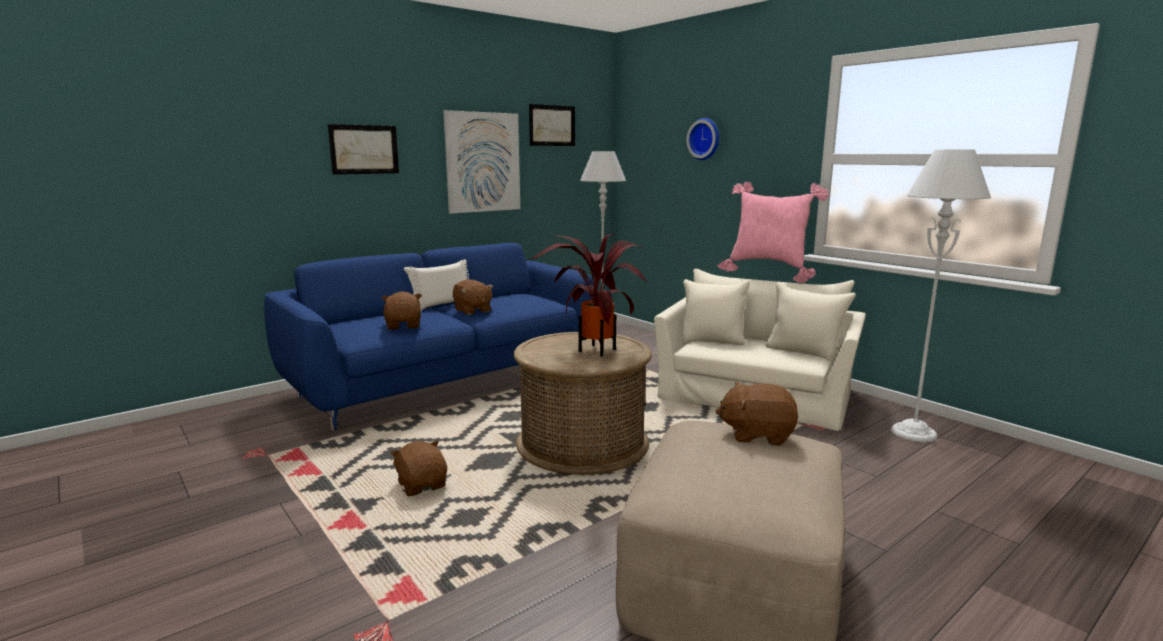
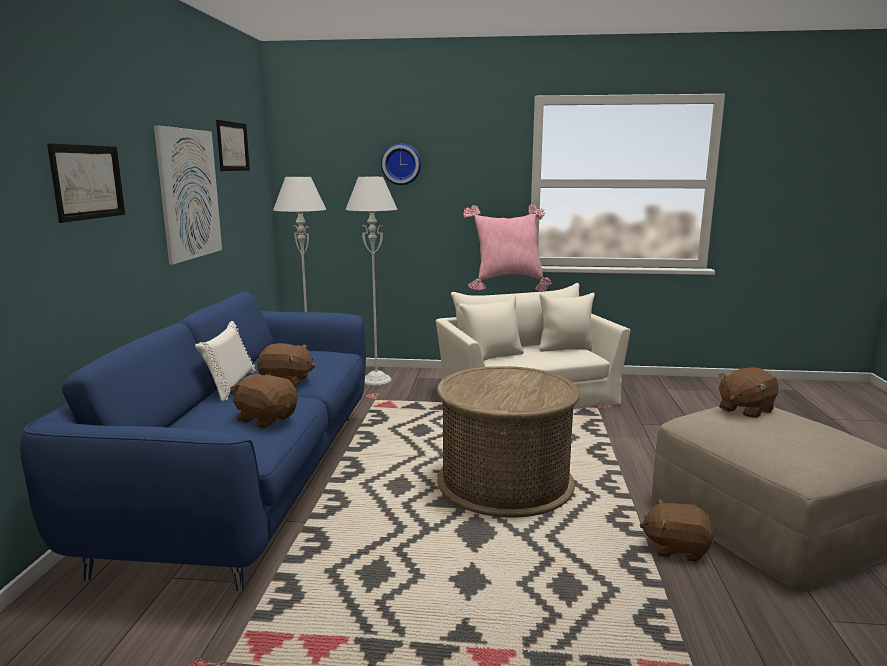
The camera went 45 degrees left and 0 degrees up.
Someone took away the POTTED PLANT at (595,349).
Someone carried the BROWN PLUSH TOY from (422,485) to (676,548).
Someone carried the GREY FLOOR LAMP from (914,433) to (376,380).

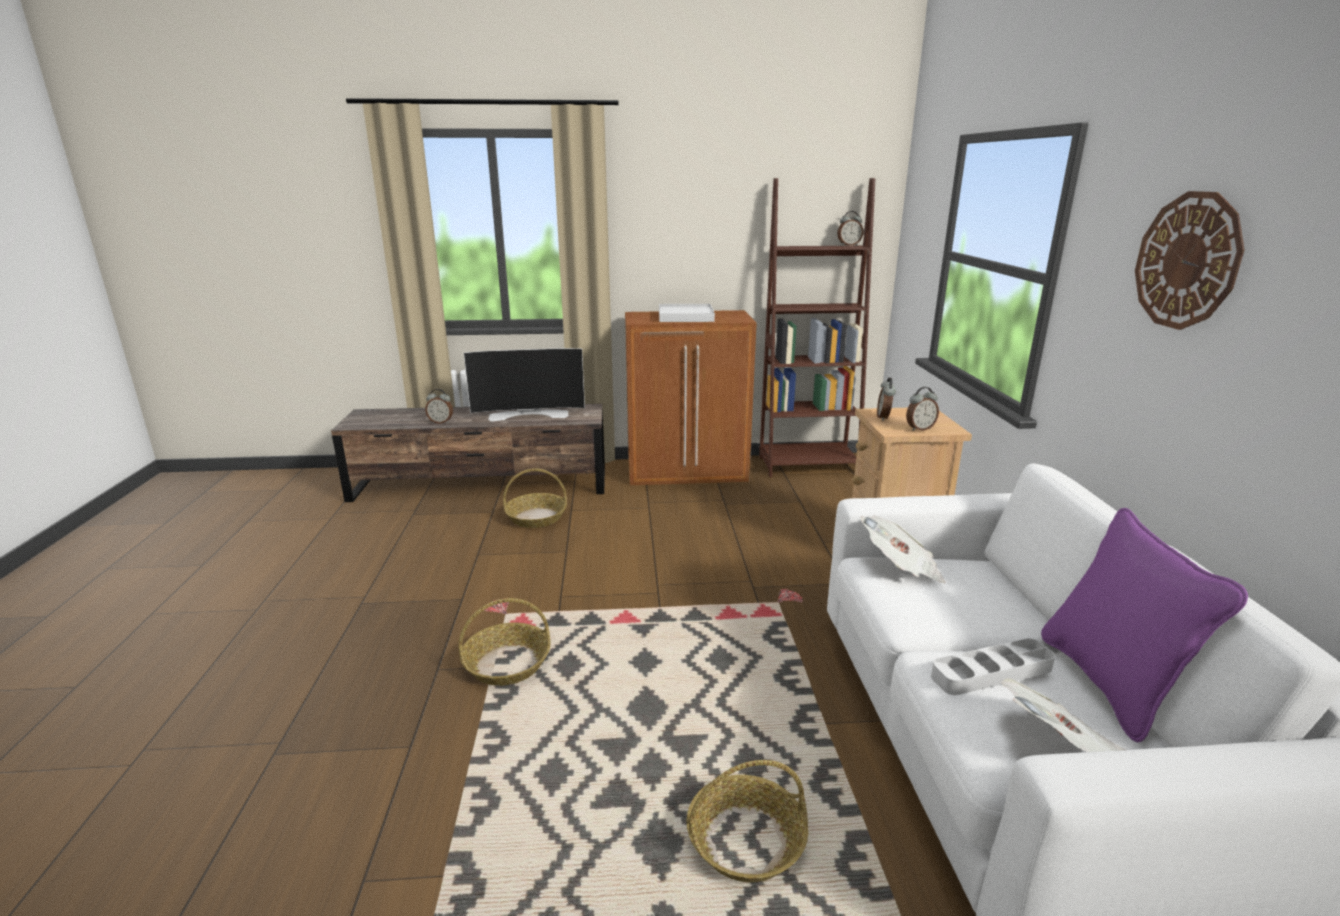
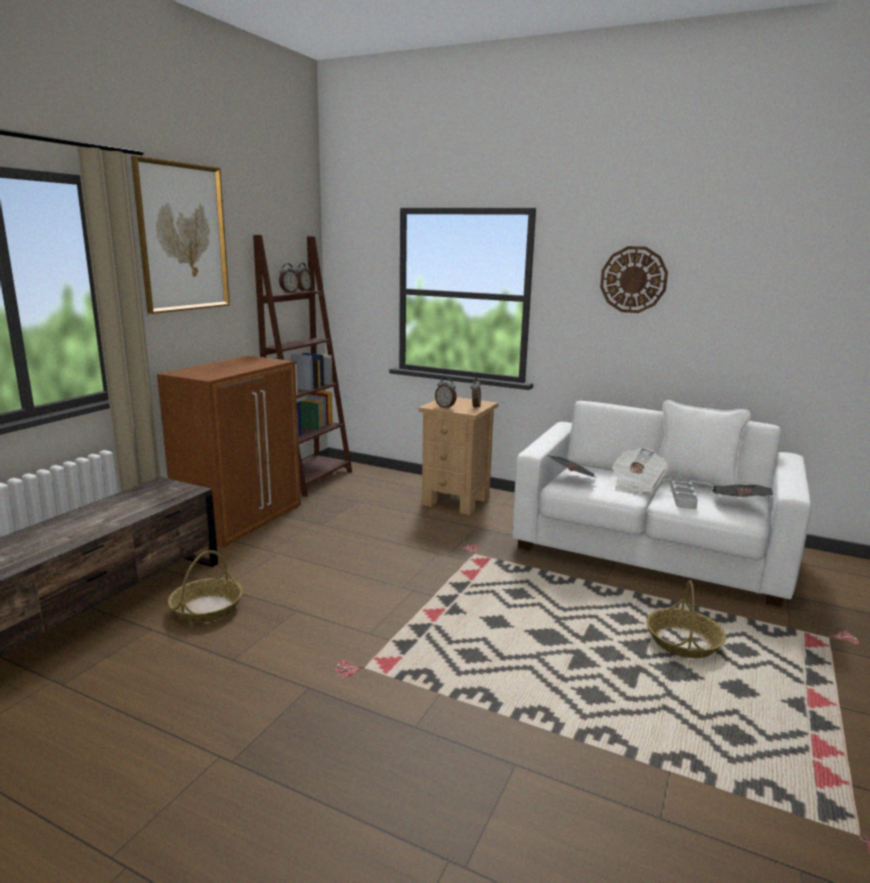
The camera went 60 degrees left and 5 degrees down.
Someone took away the BASKET at (507,663).
Someone took away the TELEVISION at (529,414).
Someone took away the WHITE TRAY at (685,316).
Someone put up the PICTURE at (182,238).
Someone put down the NEWSPAPER at (635,485).
Someone carried the ALARM CLOCK from (441,422) to (289,292).
Someone repainted the PURPLE PILLOW at (1109,683), which became the WHITE PILLOW at (694,483).

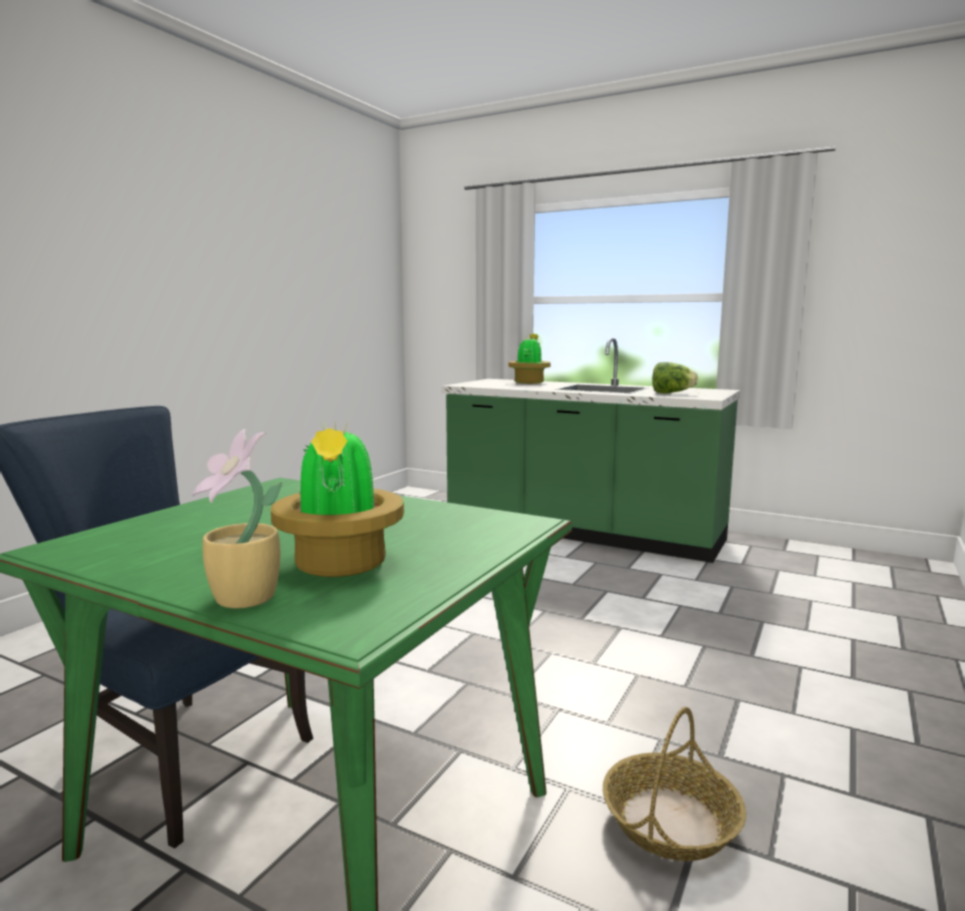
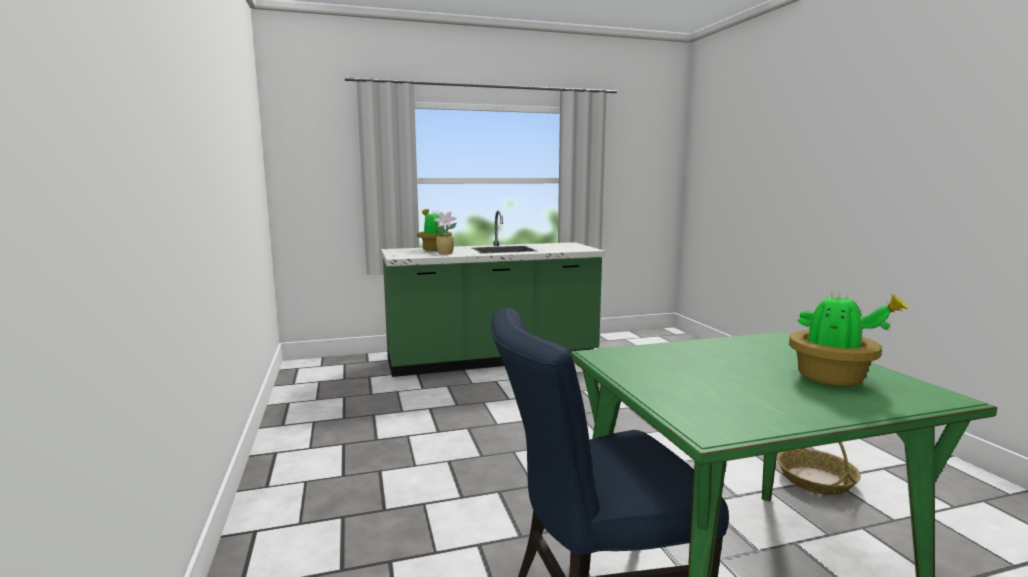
The camera went 45 degrees left and 0 degrees up.
Someone took away the LETTUCE at (671,393).
Someone carried the POTTED PLANT from (245,600) to (446,253).

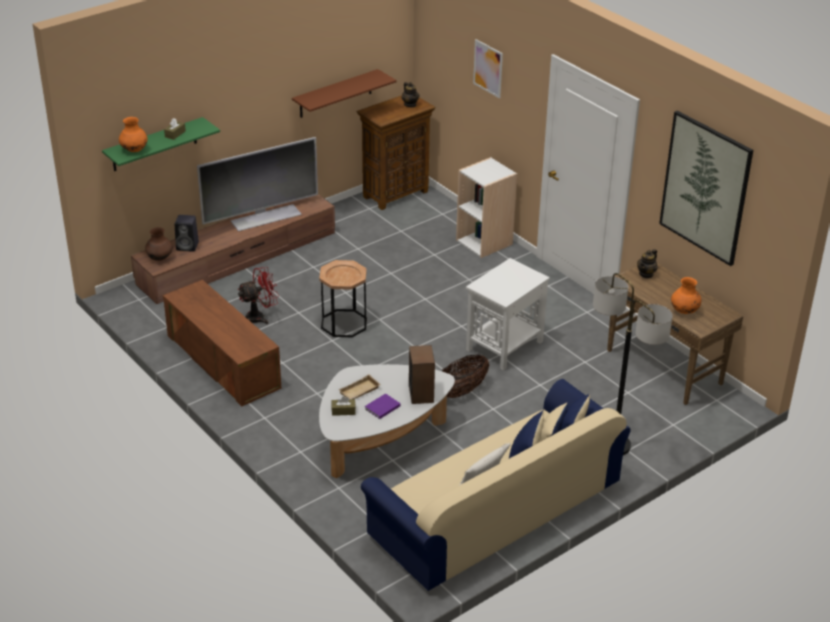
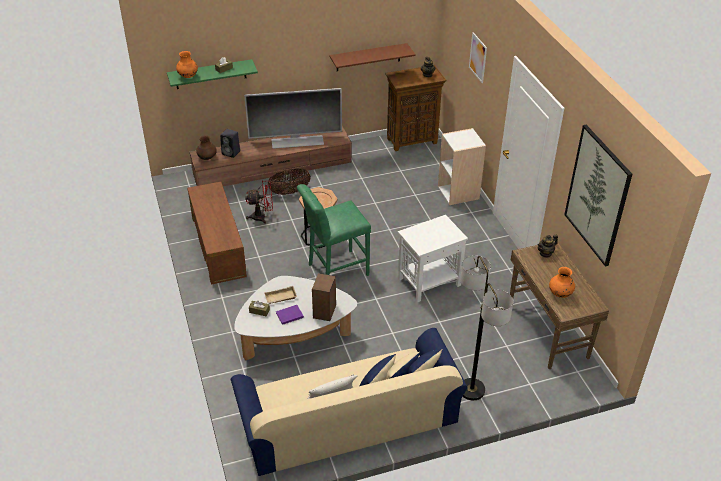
The camera went 20 degrees right and 5 degrees up.
Someone put down the GREEN STOOL at (334,270).
Someone carried the BASKET from (462,391) to (289,191).

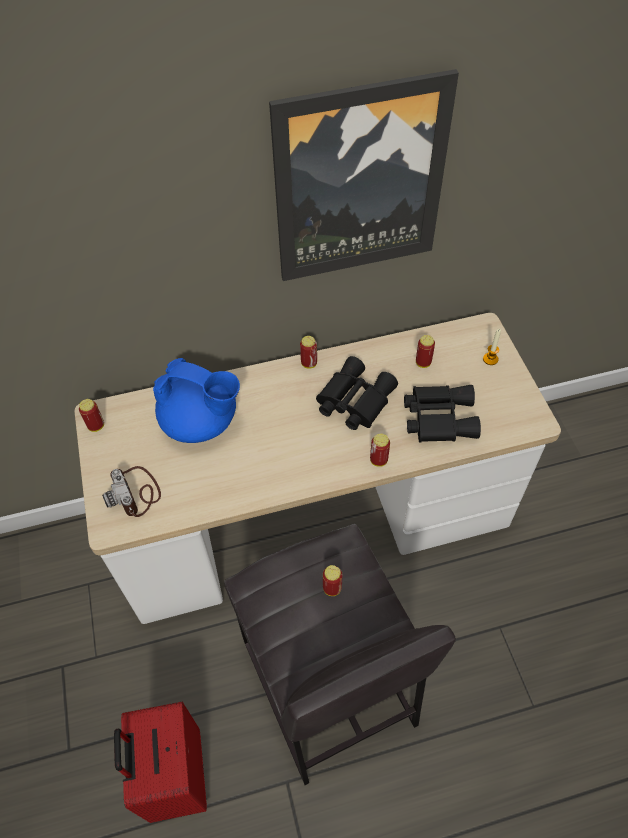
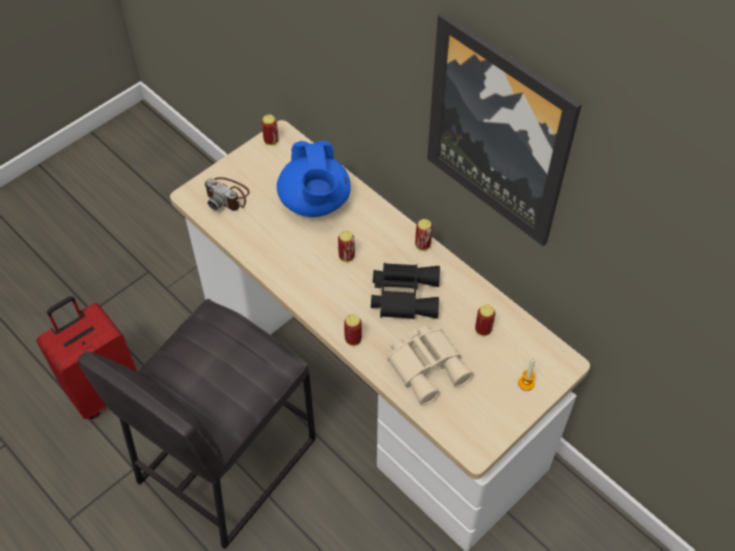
The camera went 60 degrees right and 0 degrees up.
Someone carried the CAN from (332,588) to (346,256).
Someone repainted the BLACK BINOCULARS at (438,417), which became the BEIGE BINOCULARS at (428,366).
Someone rotated the PHOTO CAMERA at (136,493) by 90 degrees counterclockwise.

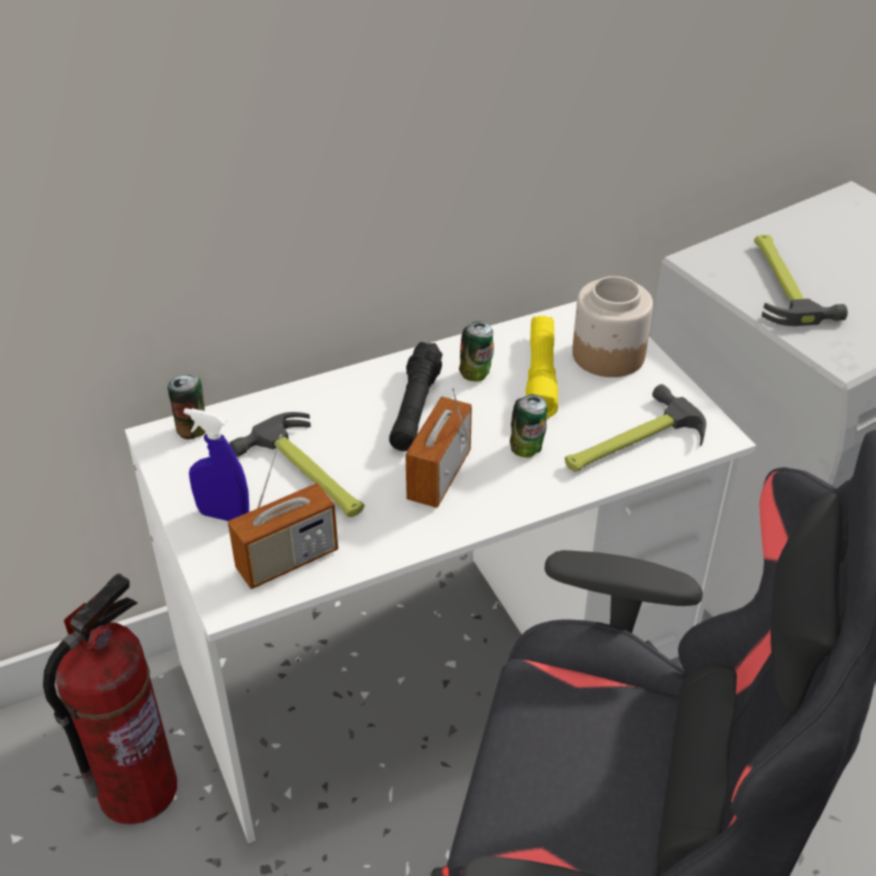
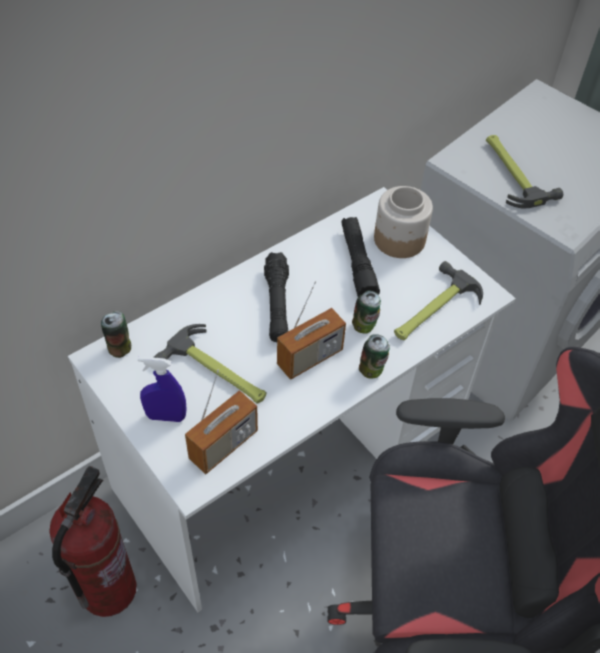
The camera went 15 degrees left and 10 degrees up.
Someone carried the CAN from (476,374) to (372,370).
Someone repainted the YELLOW FLASHLIGHT at (541,375), which became the BLACK FLASHLIGHT at (357,263).
Someone rotated the RADIO at (439,475) by 135 degrees counterclockwise.

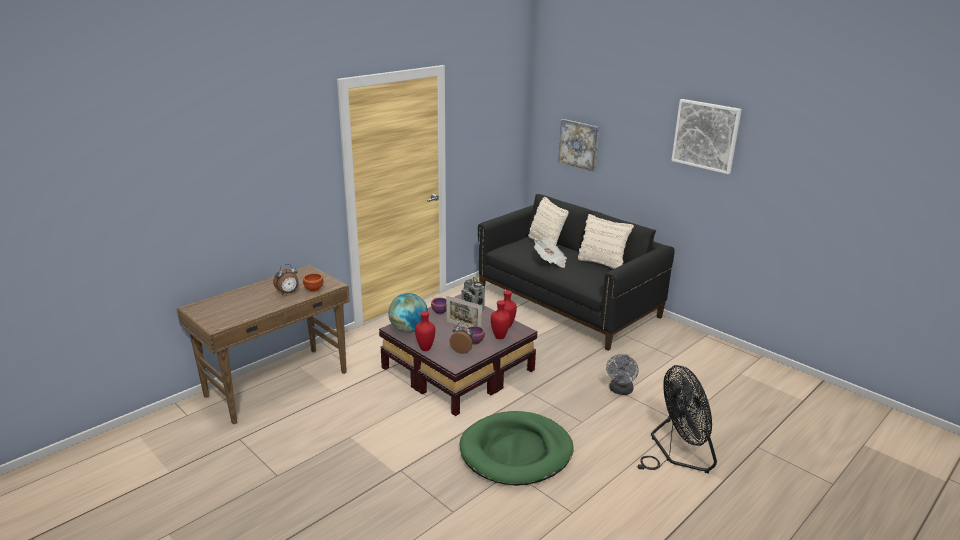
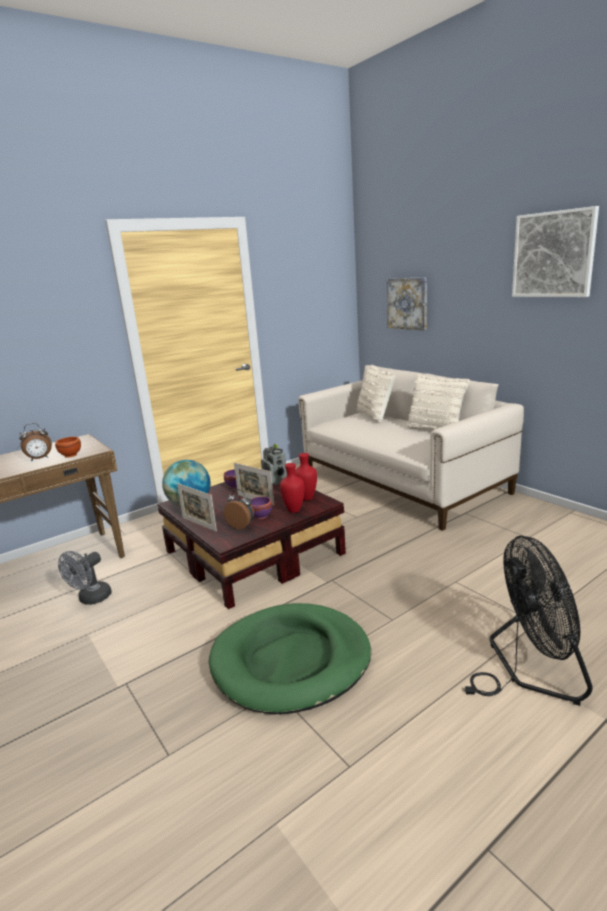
The camera went 10 degrees right and 5 degrees down.
Someone took away the NEWSPAPER at (550,262).
Someone carried the GREY FAN from (620,391) to (91,599).
Someone swapped the RED VASE at (426,349) for the PICTURE FRAME at (199,524).
Someone repainted the BLACK SOFA at (567,303), which became the BEIGE SOFA at (402,482).

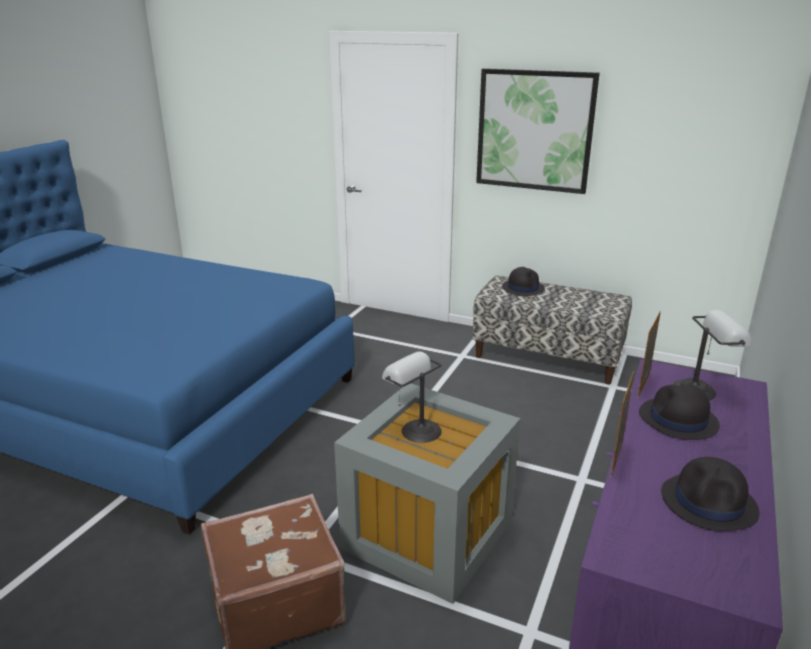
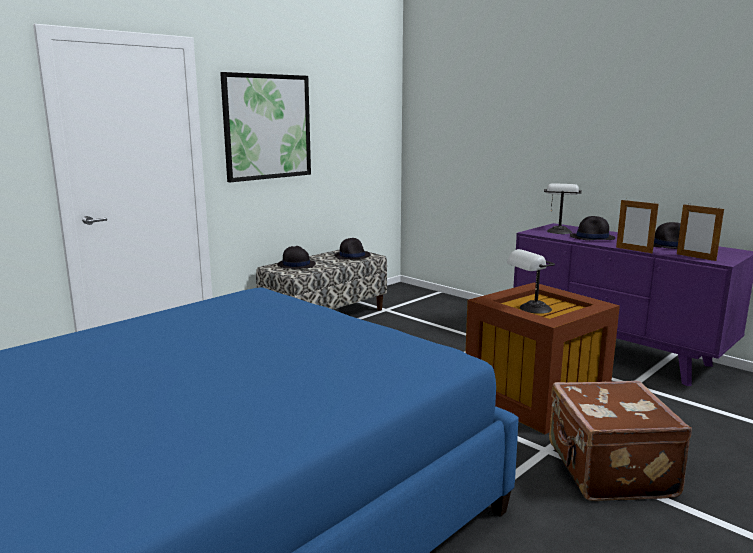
The camera went 70 degrees left and 10 degrees down.
Someone put down the BLACK HAT at (352,256).
Someone carried the PICTURE FRAME from (643,385) to (696,257).
Someone repainted the GREY STORAGE BOX at (428,536), which became the BROWN STORAGE BOX at (537,398).

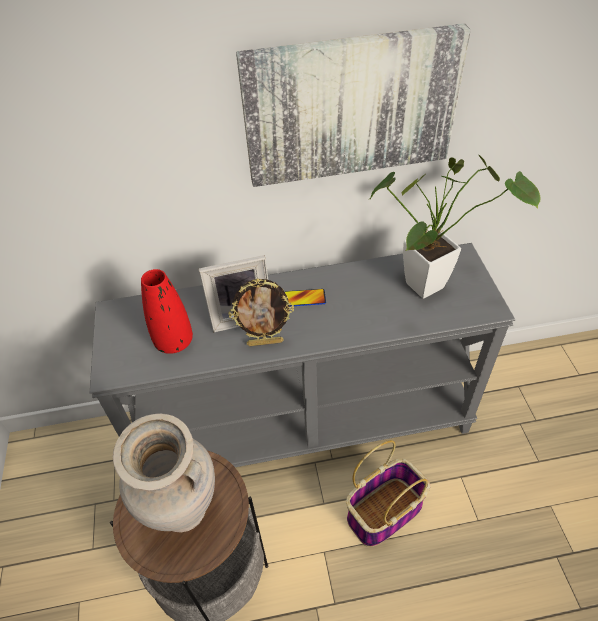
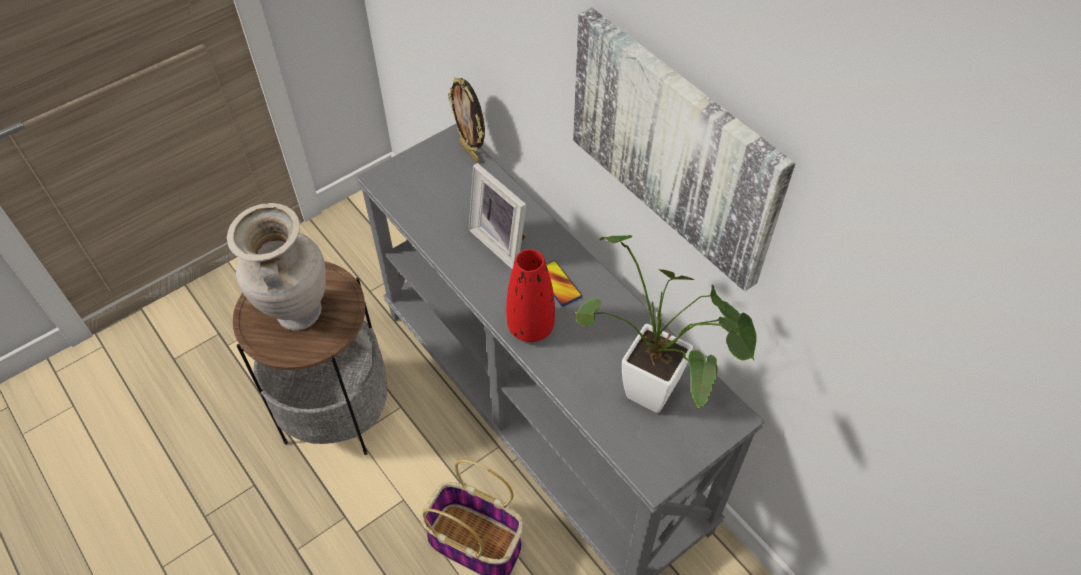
The camera went 60 degrees right and 5 degrees up.
Someone carried the RED VASE from (174,342) to (530,327).
Someone carried the PICTURE FRAME from (265,342) to (470,152).

